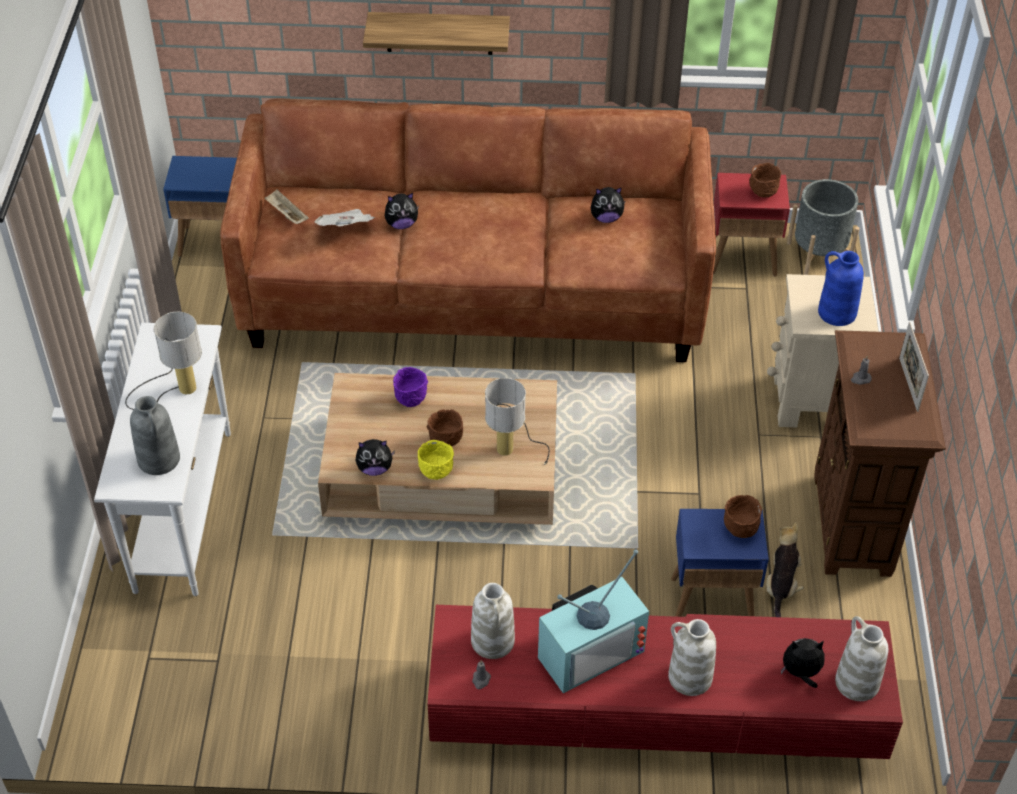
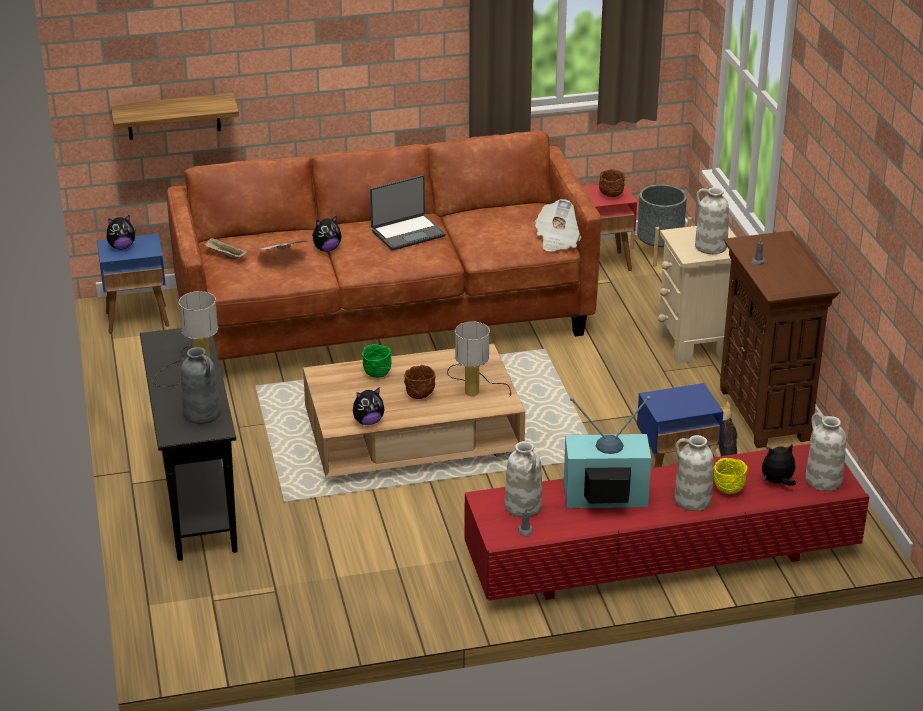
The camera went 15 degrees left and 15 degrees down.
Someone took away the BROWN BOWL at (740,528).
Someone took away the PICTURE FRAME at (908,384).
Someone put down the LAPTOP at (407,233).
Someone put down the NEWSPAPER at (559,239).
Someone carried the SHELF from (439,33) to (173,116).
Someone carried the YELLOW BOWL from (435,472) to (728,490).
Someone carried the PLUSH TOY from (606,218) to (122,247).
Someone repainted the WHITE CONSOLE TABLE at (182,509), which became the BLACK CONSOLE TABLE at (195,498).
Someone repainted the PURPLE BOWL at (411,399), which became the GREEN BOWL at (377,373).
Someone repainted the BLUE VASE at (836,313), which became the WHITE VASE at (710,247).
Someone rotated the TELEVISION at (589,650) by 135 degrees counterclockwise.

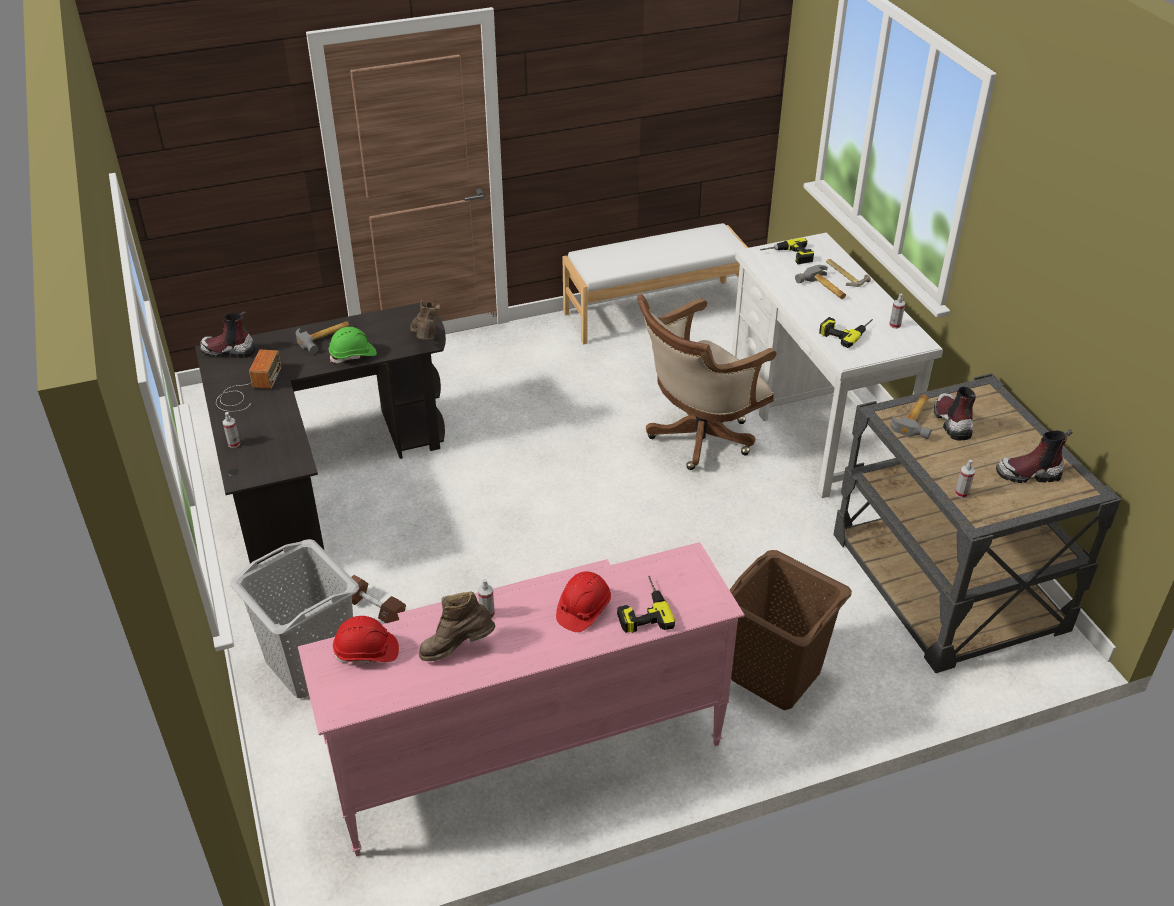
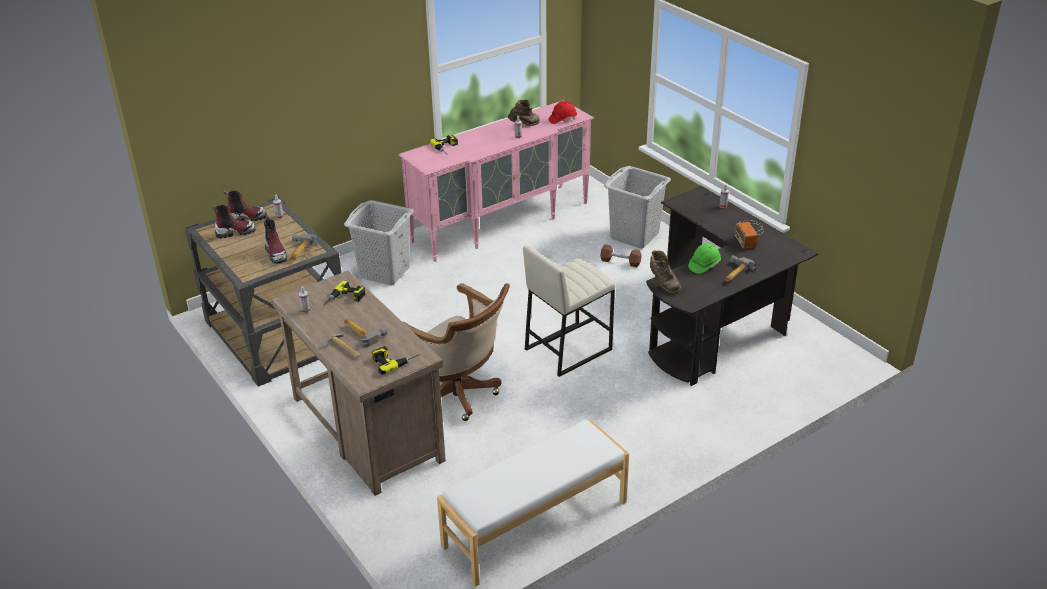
The camera went 165 degrees right and 5 degrees down.
Someone took away the RED HARD HAT at (583,610).
Someone put down the BEIGE STOOL at (568,349).
Someone carried the BOOT from (228,351) to (247,218).
Someone repainted the BROWN LAUNDRY BASKET at (775,675), which became the GREY LAUNDRY BASKET at (384,272).
Someone repainted the WHITE DESK at (815,423), which became the BROWN DESK at (365,429).
Someone rotated the OFFICE CHAIR at (697,440) by 90 degrees clockwise.

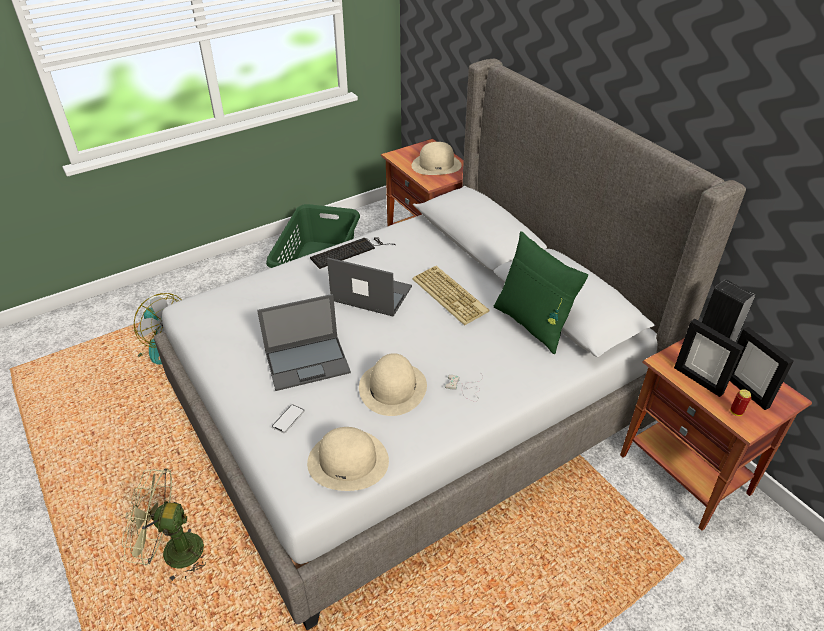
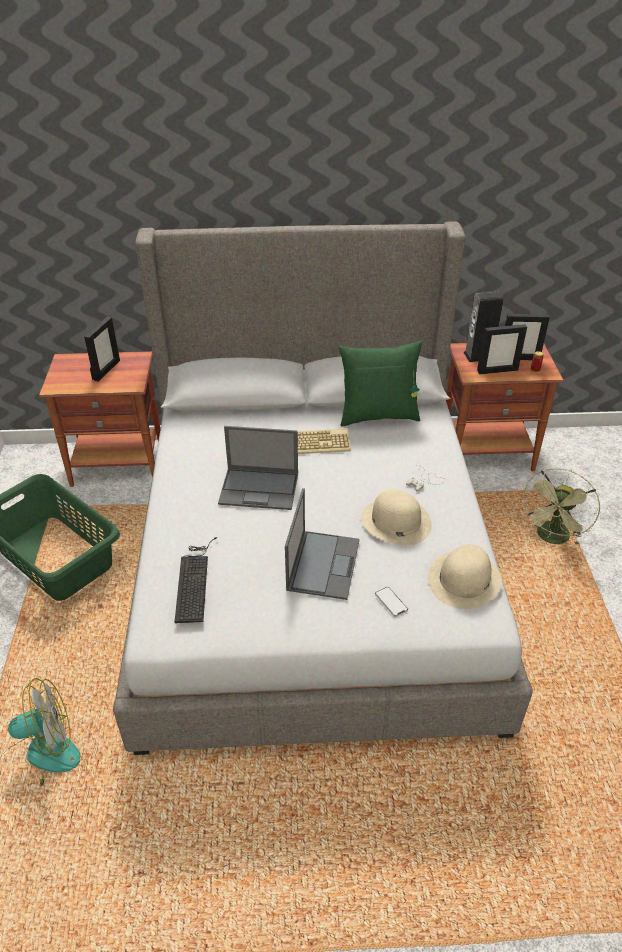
The camera went 60 degrees left and 0 degrees up.
Someone carried the GREEN FAN from (173,552) to (552,539).
Someone carried the KEYBOARD from (350,251) to (194,580).
Someone swapped the BEIGE HAT at (436,165) for the PICTURE FRAME at (106,370).
Someone rotated the LAPTOP at (370,293) by 135 degrees counterclockwise.

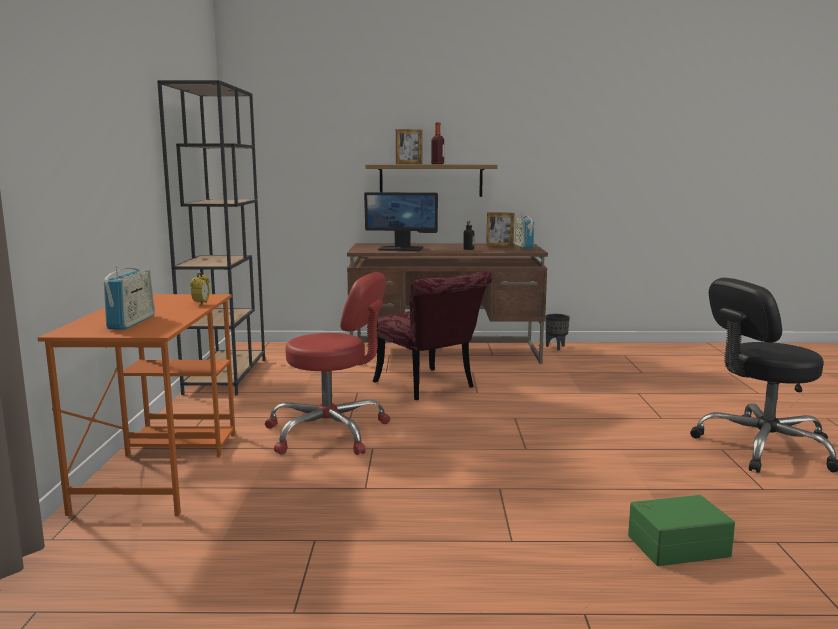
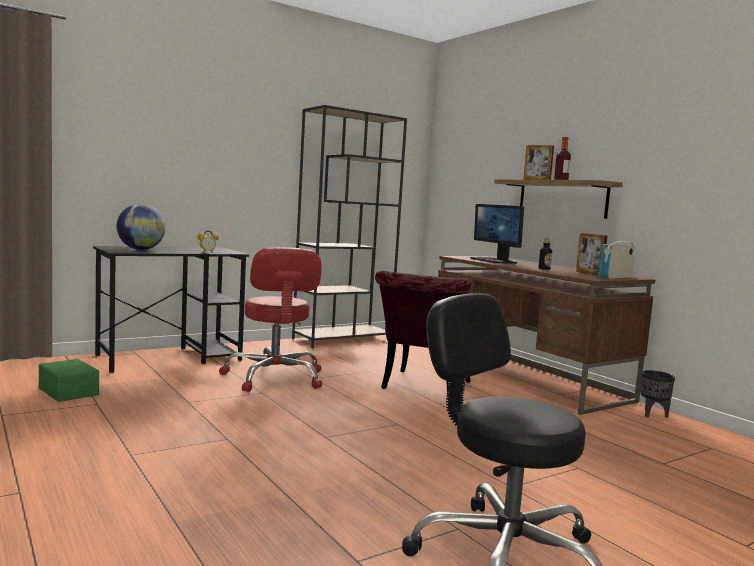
The camera went 55 degrees right and 5 degrees down.
Someone carried the GREEN STORAGE BOX from (676,544) to (70,391).
Someone swapped the RADIO at (132,322) for the GLOBE at (141,249).
Someone repainted the ORANGE DESK at (161,469), which became the BLACK DESK at (170,357).

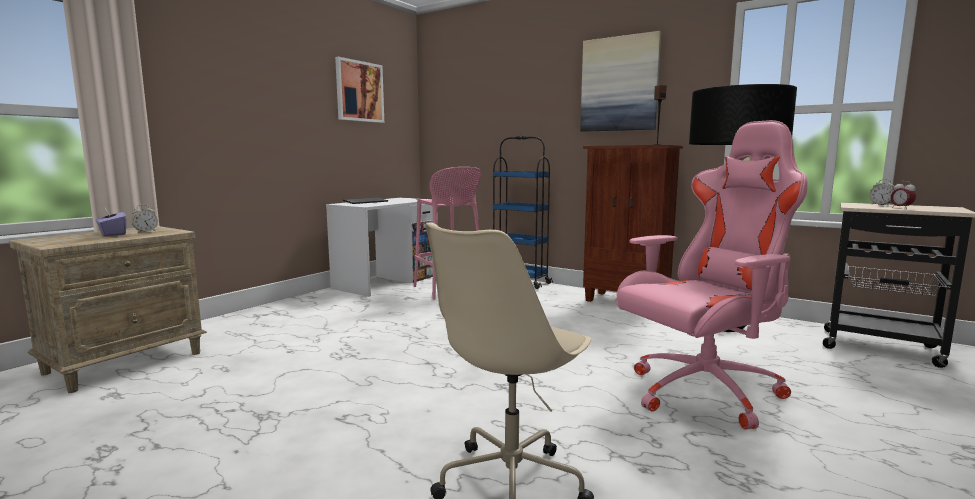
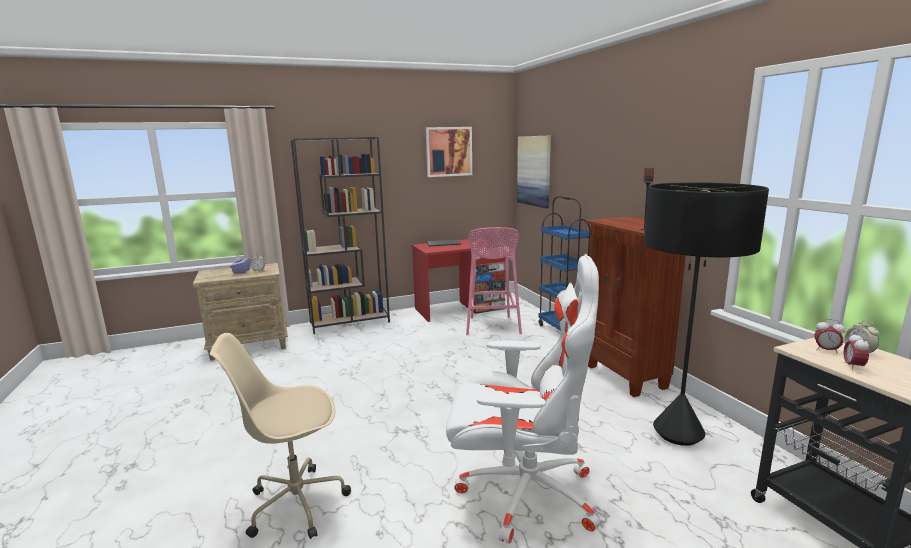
The camera went 35 degrees right and 5 degrees up.
Someone put down the BOOKCASE at (350,322).
Someone put down the ALARM CLOCK at (826,350).
Someone carried the PICTURE from (619,84) to (534,171).
Someone repainted the WHITE DESK at (387,282), which became the RED DESK at (459,309).
Someone repainted the PINK OFFICE CHAIR at (696,395), which became the WHITE OFFICE CHAIR at (517,494).

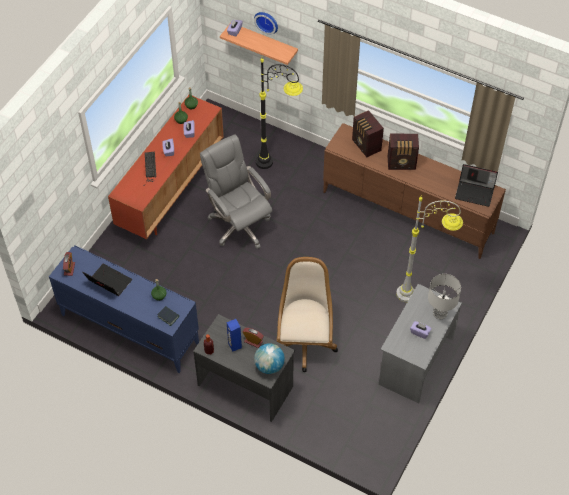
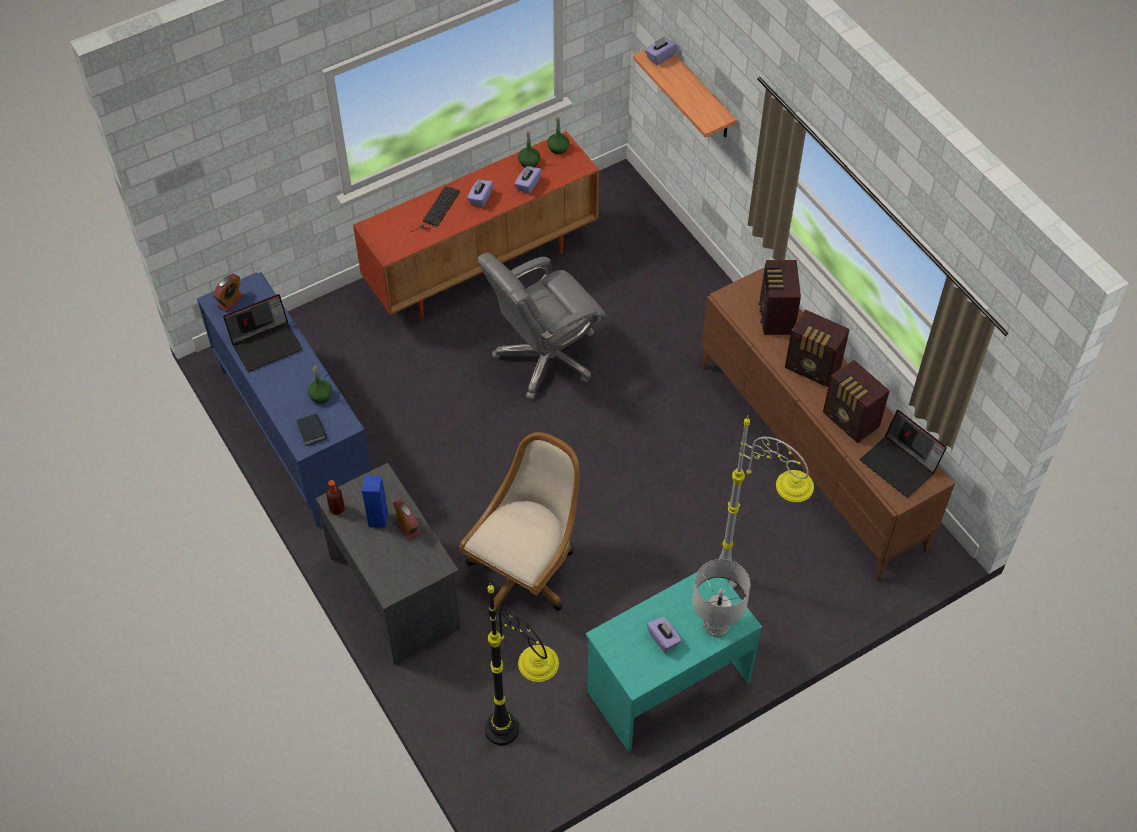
The camera went 30 degrees right and 0 degrees up.
Someone took away the WALL CLOCK at (267,21).
Someone took away the GLOBE at (269,366).
Someone put down the RADIO at (851,421).
Someone carried the BLACK FLOOR LAMP from (278,165) to (522,749).
Someone repainted the GREY DESK at (415,361), which became the TURQUOISE DESK at (667,685).
Someone rotated the LAPTOP at (108,282) by 90 degrees clockwise.
Someone rotated the GREY OFFICE CHAIR at (239,225) by 120 degrees counterclockwise.

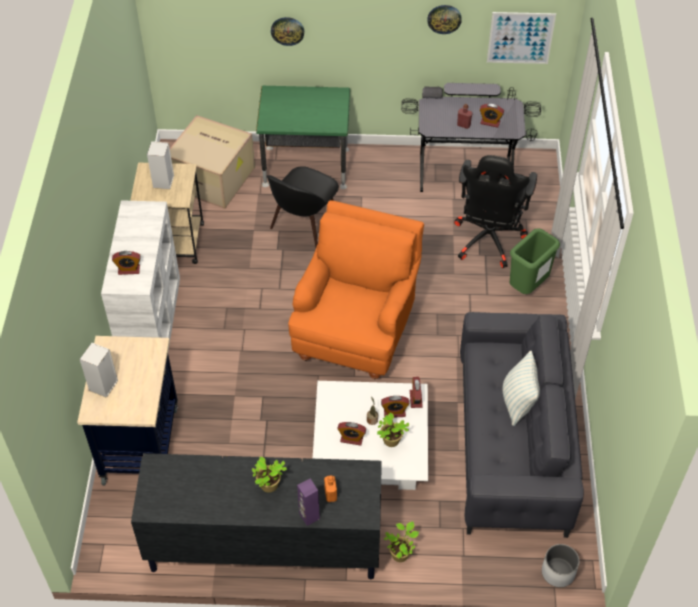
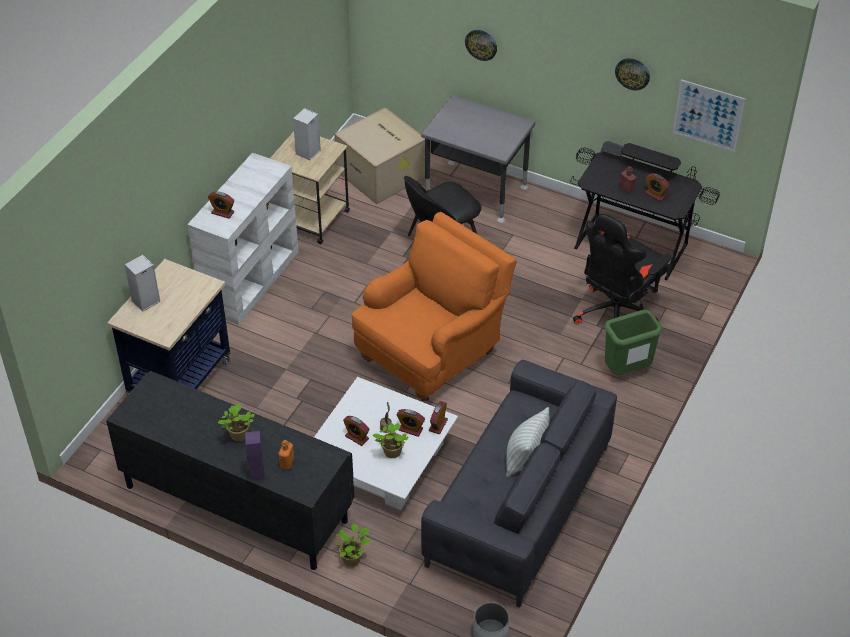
The camera went 25 degrees right and 5 degrees down.
Someone repainted the GREEN DESK at (306,166), which became the GREY DESK at (476,190).

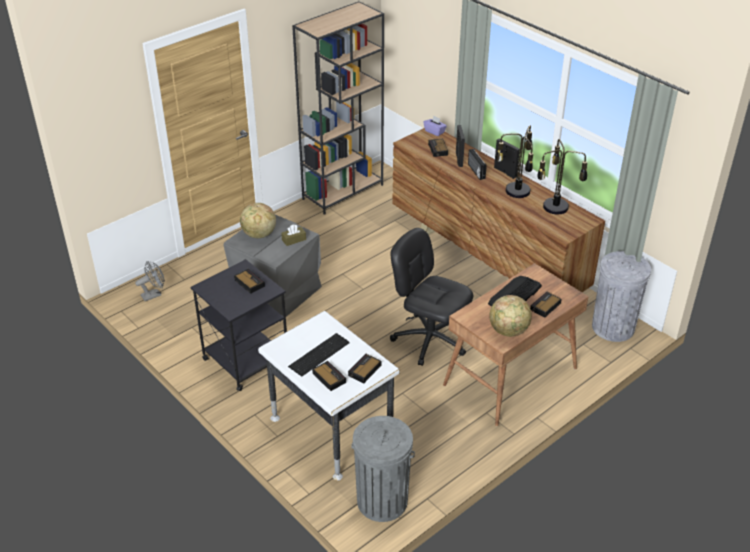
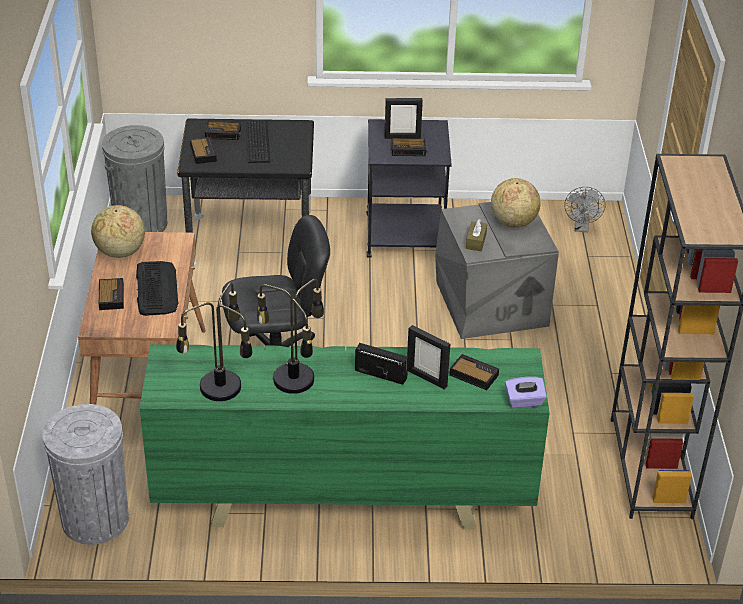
The camera went 130 degrees right and 0 degrees up.
Someone carried the PICTURE FRAME from (504,172) to (402,136).
Someone repainted the WHITE DESK at (330,429), which became the BLACK DESK at (251,238).
Someone repainted the BROWN CABINET at (487,261), which became the GREEN CABINET at (342,500).

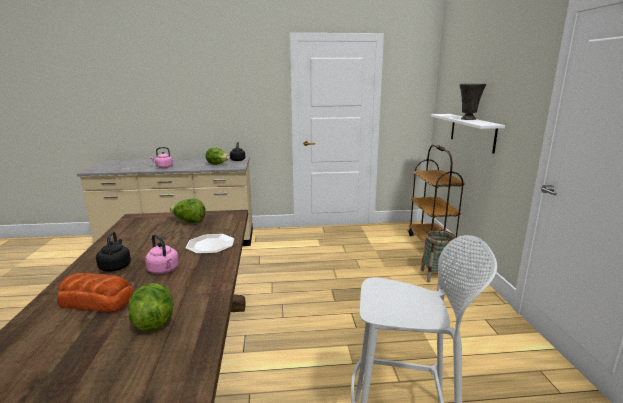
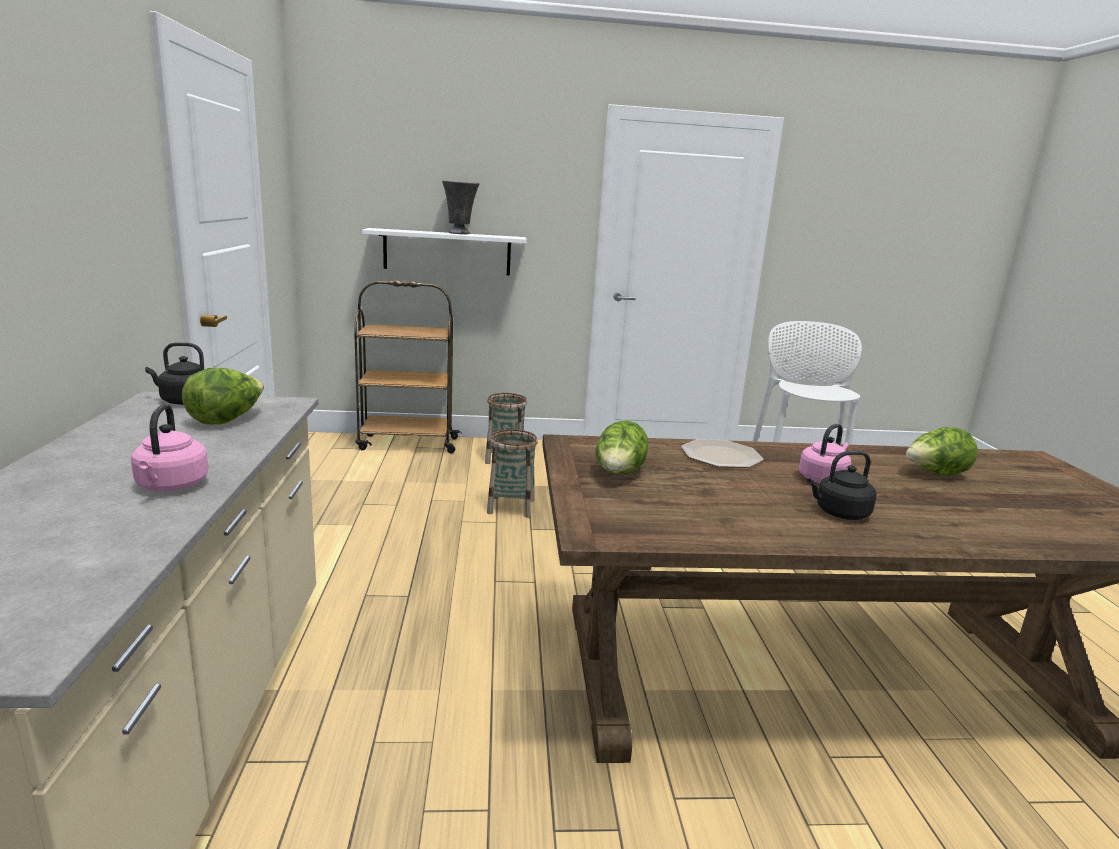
The camera went 90 degrees left and 0 degrees up.
Someone took away the BREAD at (96,301).
Someone put down the BASKET at (511,506).

